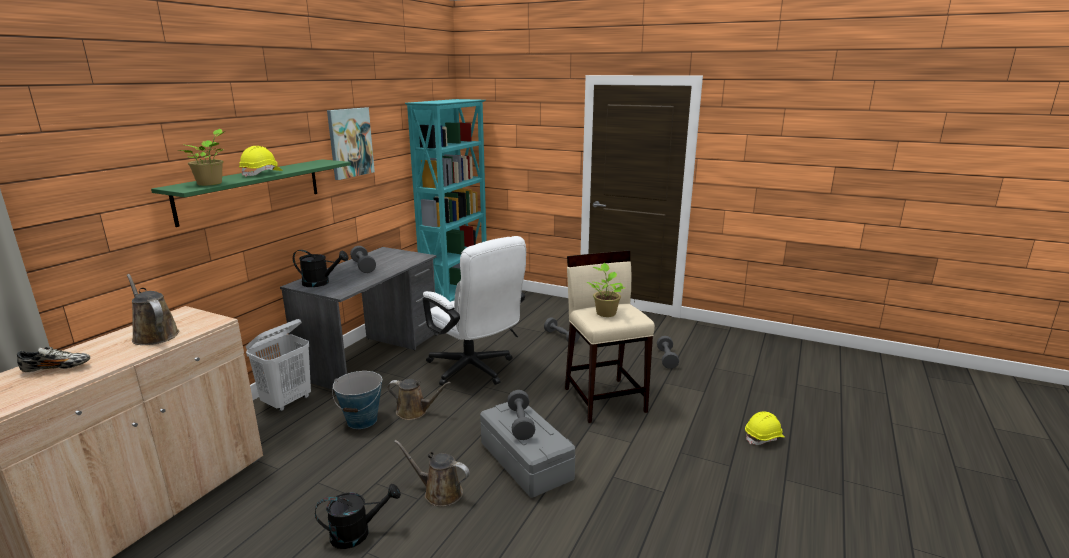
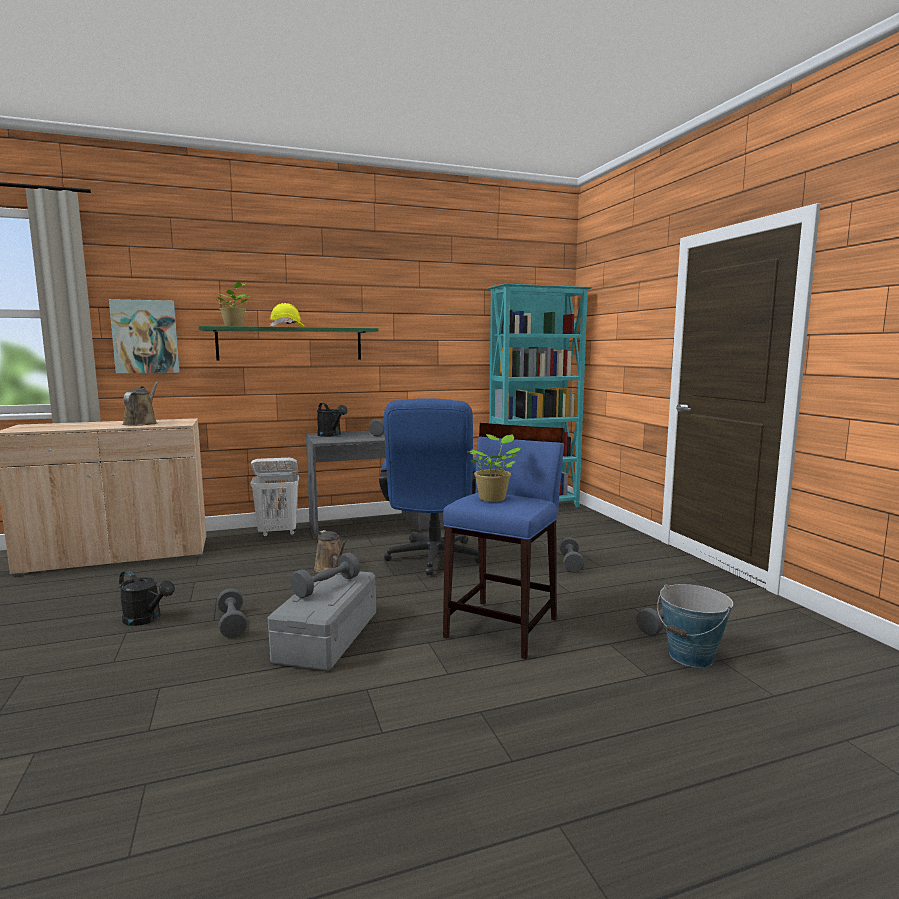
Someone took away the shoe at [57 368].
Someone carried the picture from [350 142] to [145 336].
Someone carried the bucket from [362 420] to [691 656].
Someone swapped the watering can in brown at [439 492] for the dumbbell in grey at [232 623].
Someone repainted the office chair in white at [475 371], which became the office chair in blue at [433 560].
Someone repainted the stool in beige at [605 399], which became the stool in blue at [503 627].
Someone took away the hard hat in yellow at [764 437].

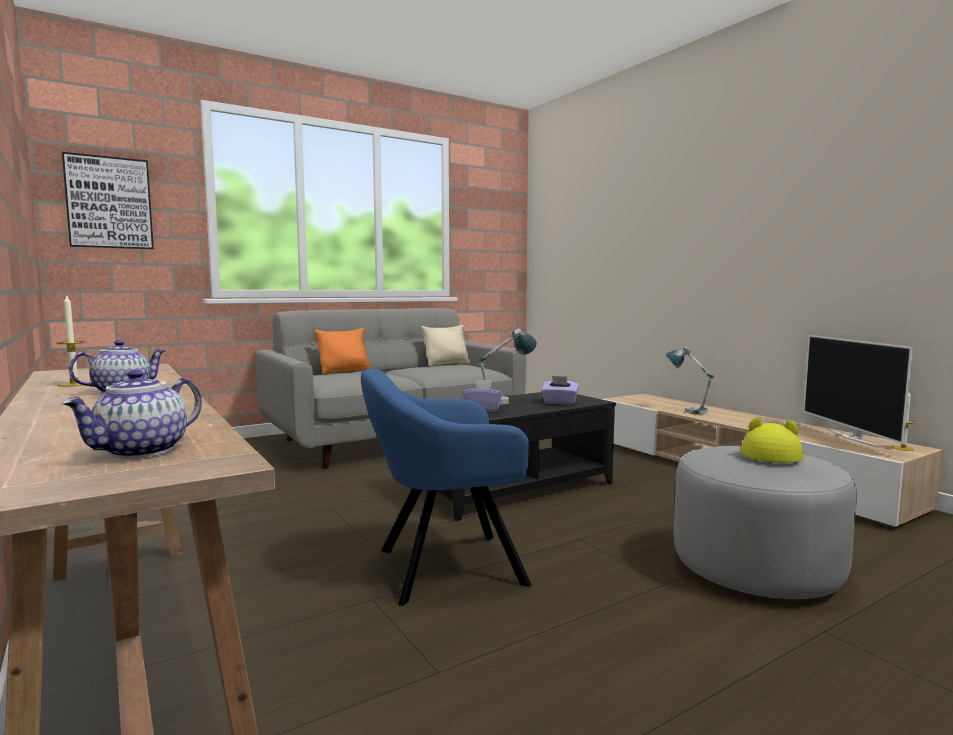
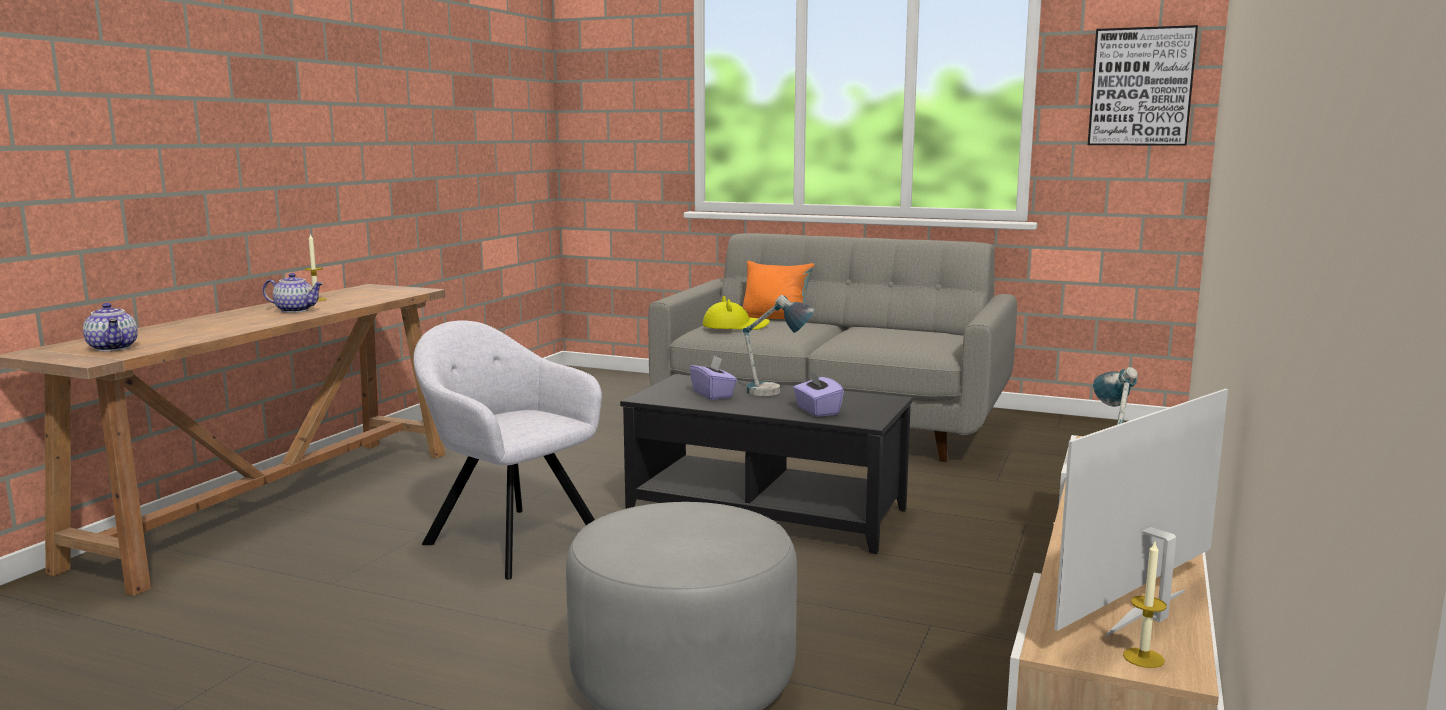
Someone rotated the teapot at [142 452] by 120 degrees counterclockwise.
Someone carried the picture from [109 203] to [1141 87].
Someone repainted the armchair in blue at [444 567], which became the armchair in grey at [509 538].
Someone took away the pillow in beige at [447 364].
Someone carried the hat in yellow from [769 454] to [735 327].

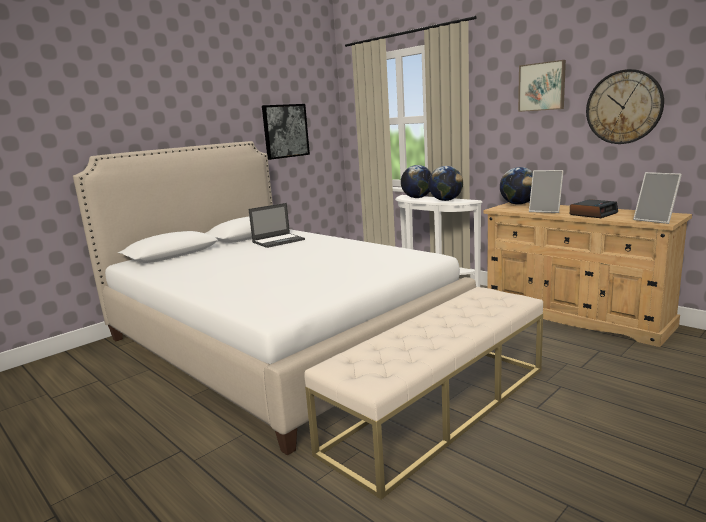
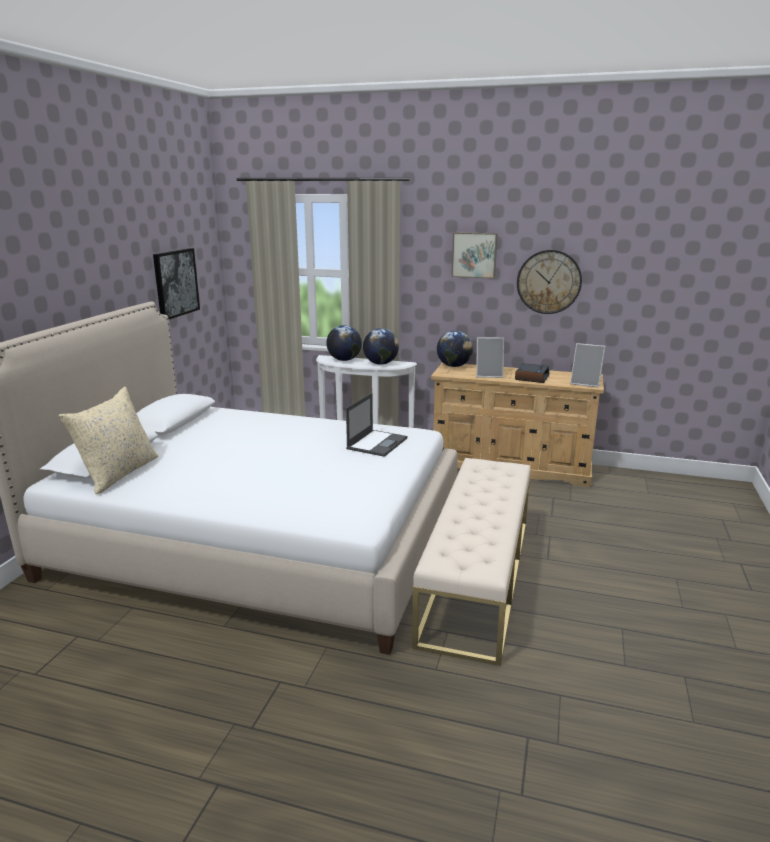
Someone carried the laptop from [279 241] to [377 443].
Someone put down the pillow in beige at [118 474].

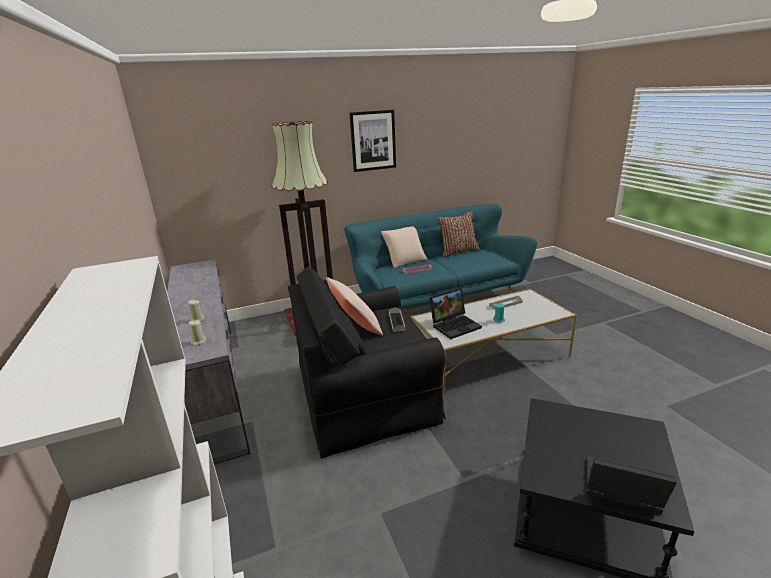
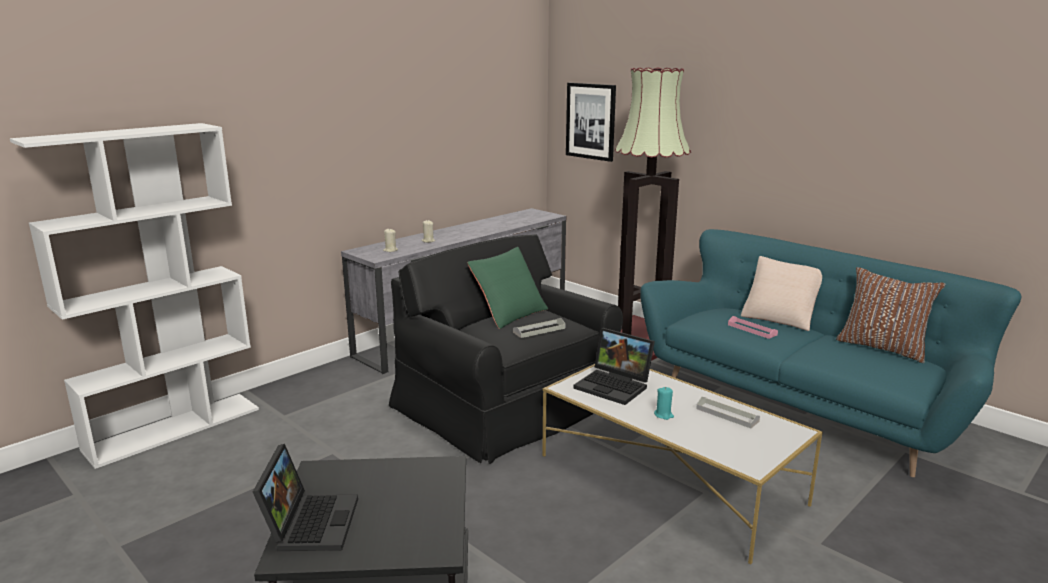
Someone repainted the pillow in beige at [355 327], which became the pillow in green at [509 314].
Someone carried the picture from [373 140] to [591 121].

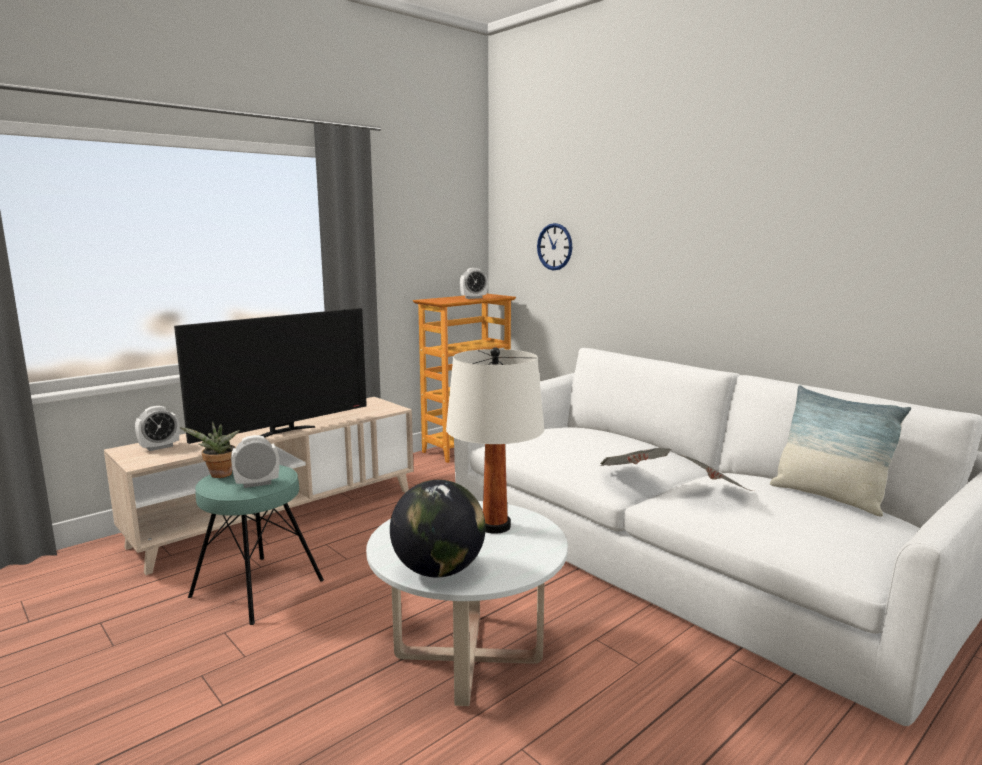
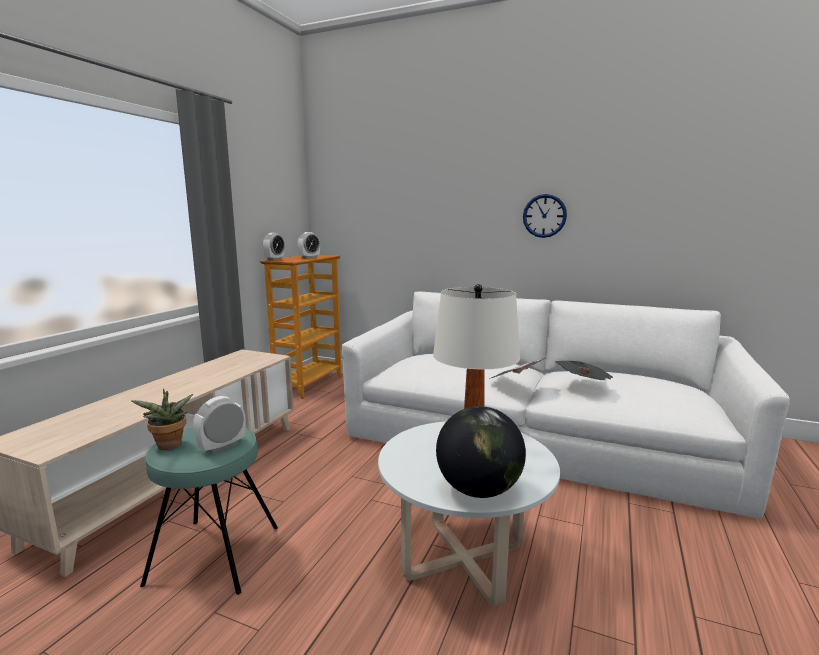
Someone carried the alarm clock from [159 447] to [274 259].
Someone took away the television at [284 432].
Someone carried the wall clock from [554 247] to [544 216].
Someone took away the pillow at [828 497].

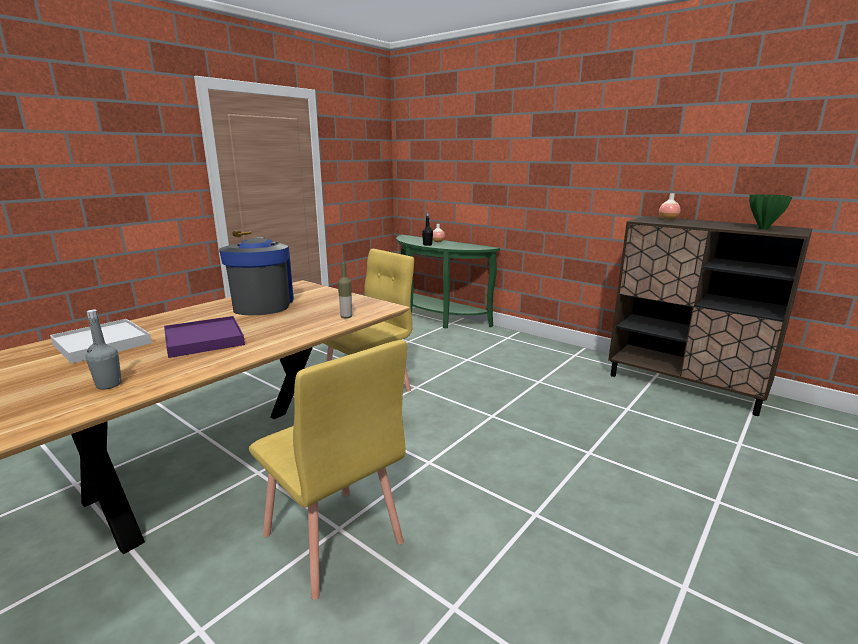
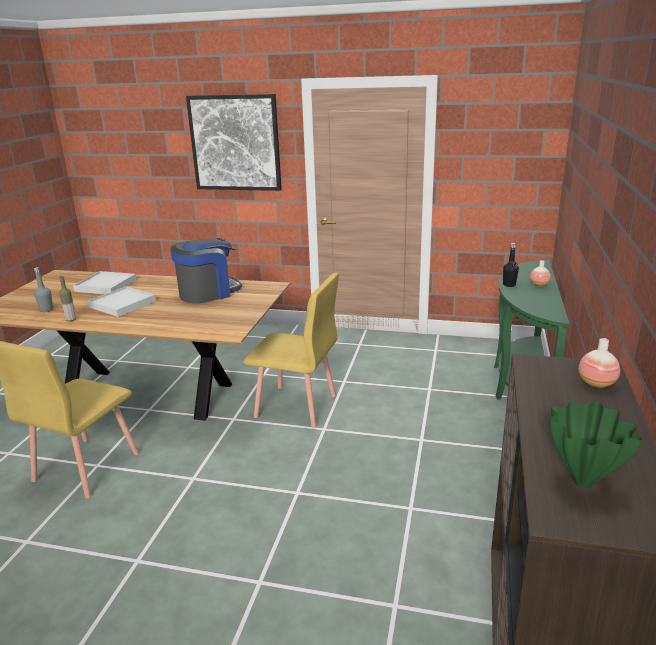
Someone repainted the tray in purple at [204 340], which became the tray in white at [122 304].
Someone carried the bottle from [346 317] to [71 320].
Someone put up the picture at [235 143].

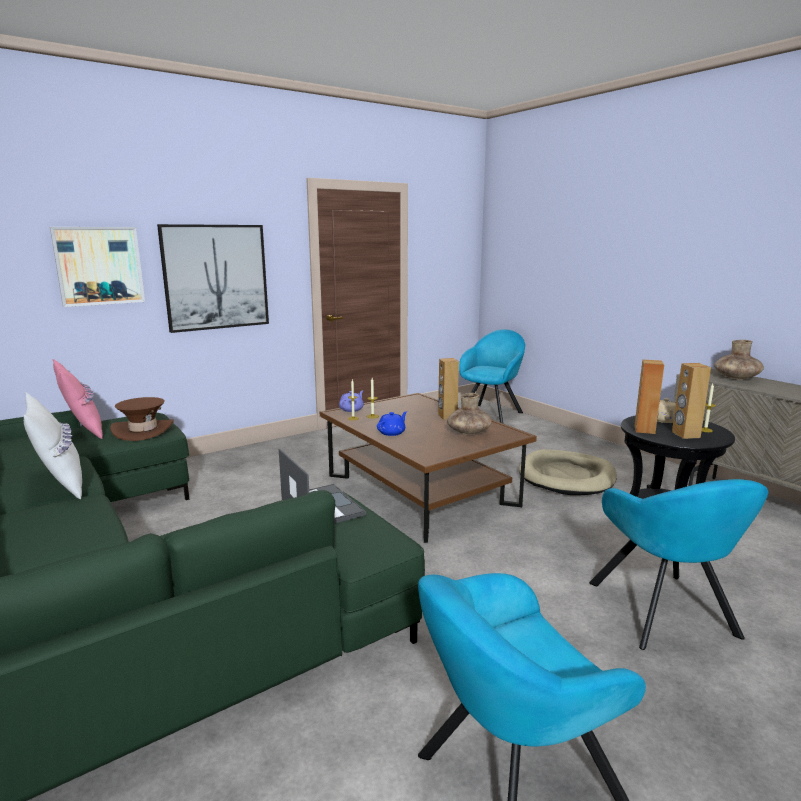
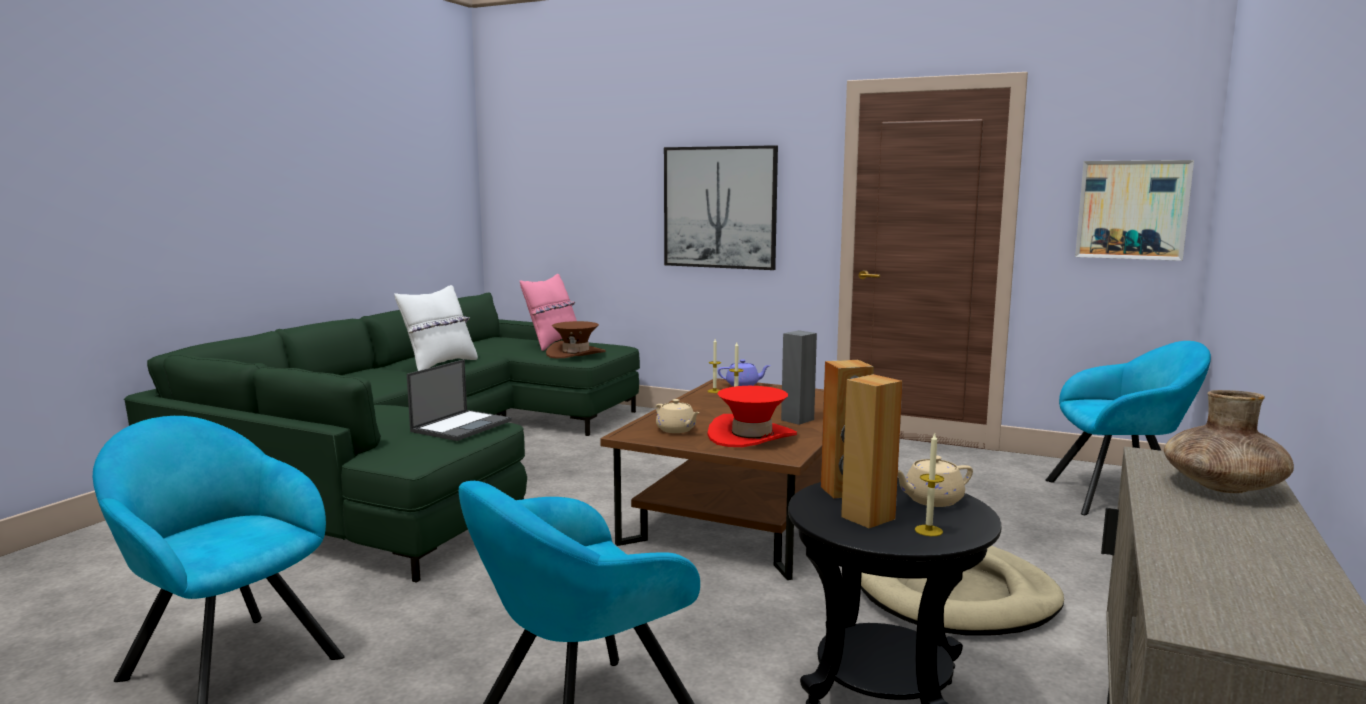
Someone carried the picture from [99 266] to [1132 210].
Someone took away the teapot in blue at [392 432].
Someone repainted the speaker in brown at [447 416], which became the speaker in grey at [797 420].
Someone swapped the vase in brown at [468 432] for the hat in red at [752 436].
Someone put down the teapot in beige at [676 430].

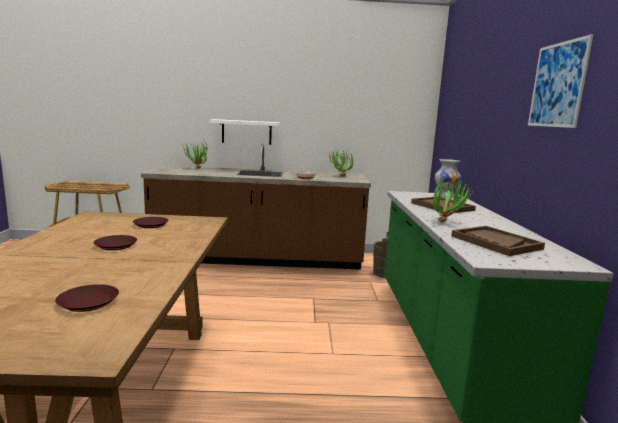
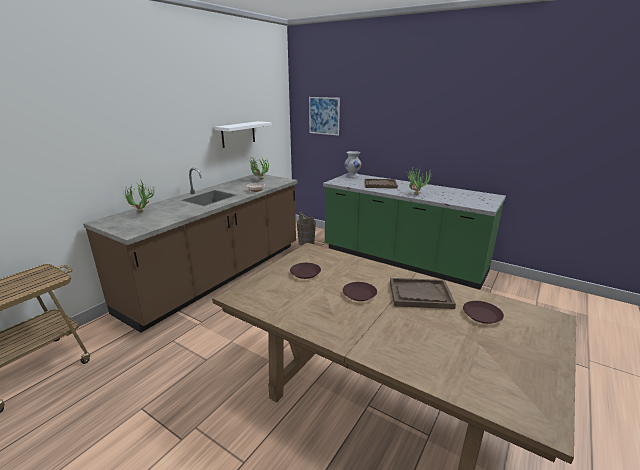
Someone carried the shelf in white from [246 132] to [238 134].
Someone carried the tray in brown from [495 242] to [420 295].
Someone carried the picture from [557 85] to [324 116].

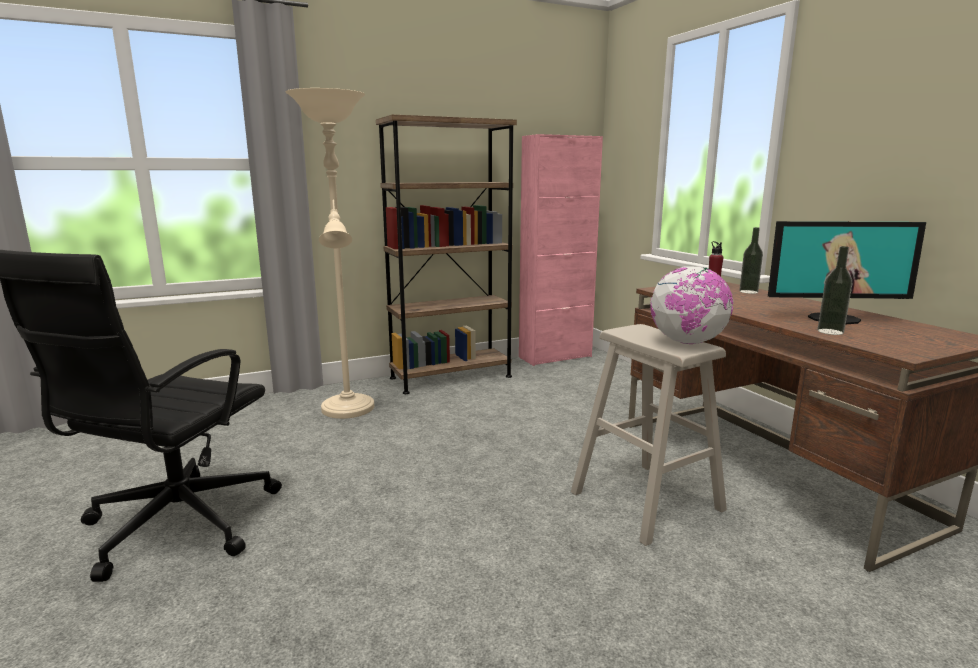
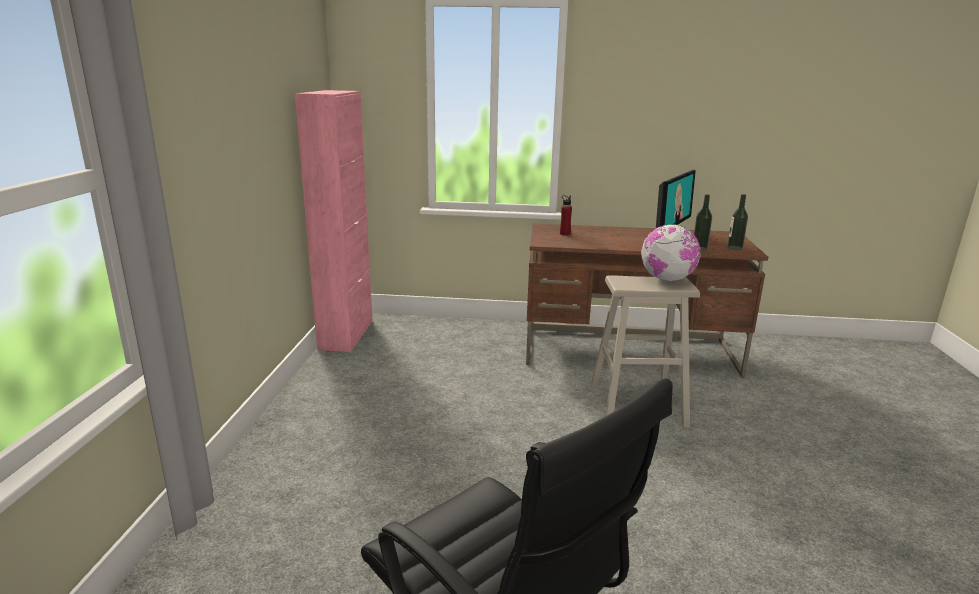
Someone took away the floor lamp in beige at [348 411].
Someone took away the bookcase in brown at [451 377].
Someone carried the bottle from [748 292] to [734 248].

